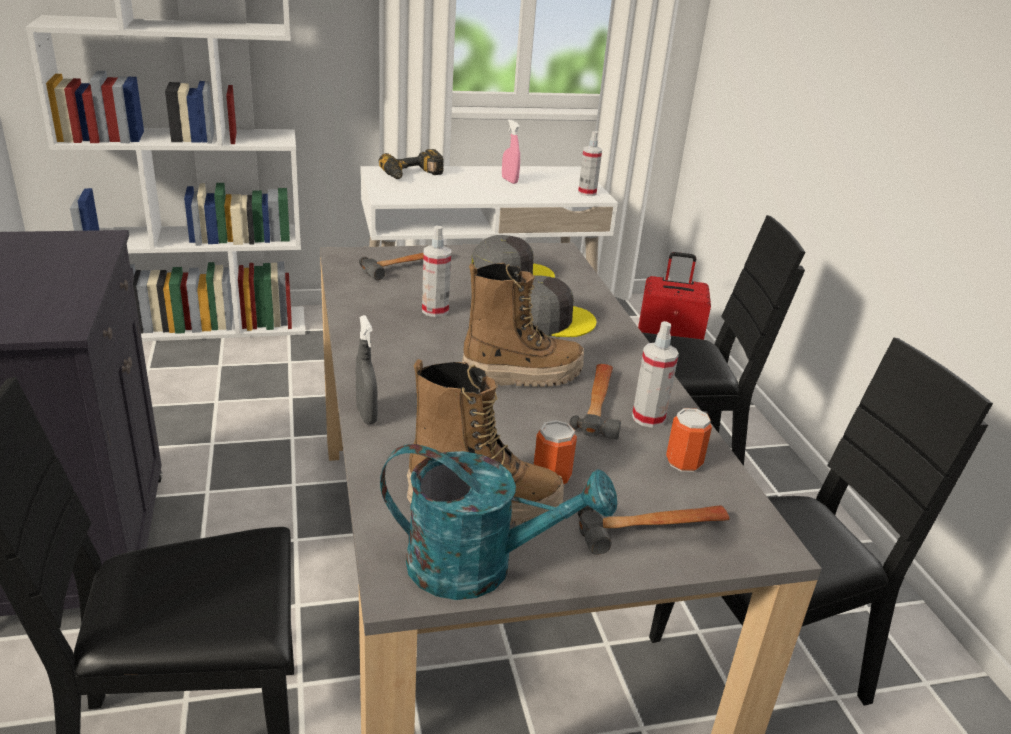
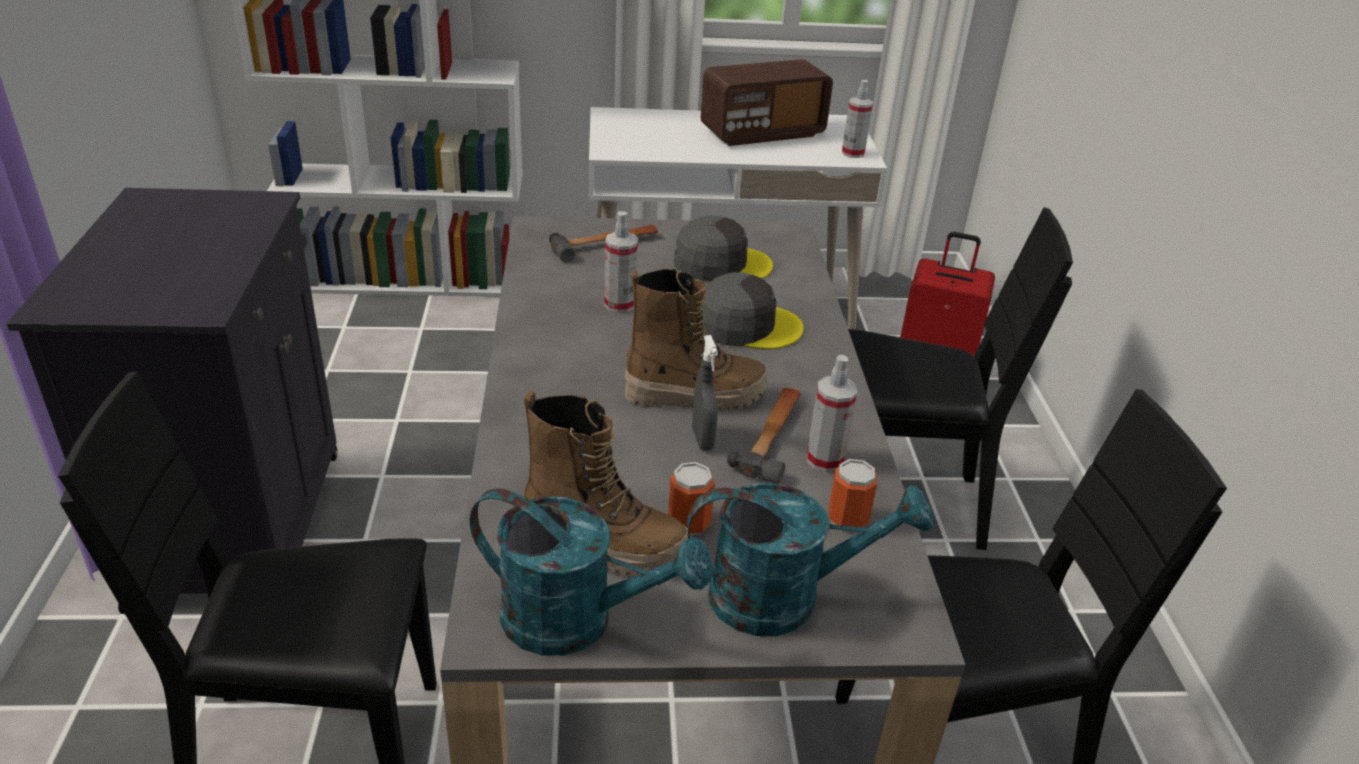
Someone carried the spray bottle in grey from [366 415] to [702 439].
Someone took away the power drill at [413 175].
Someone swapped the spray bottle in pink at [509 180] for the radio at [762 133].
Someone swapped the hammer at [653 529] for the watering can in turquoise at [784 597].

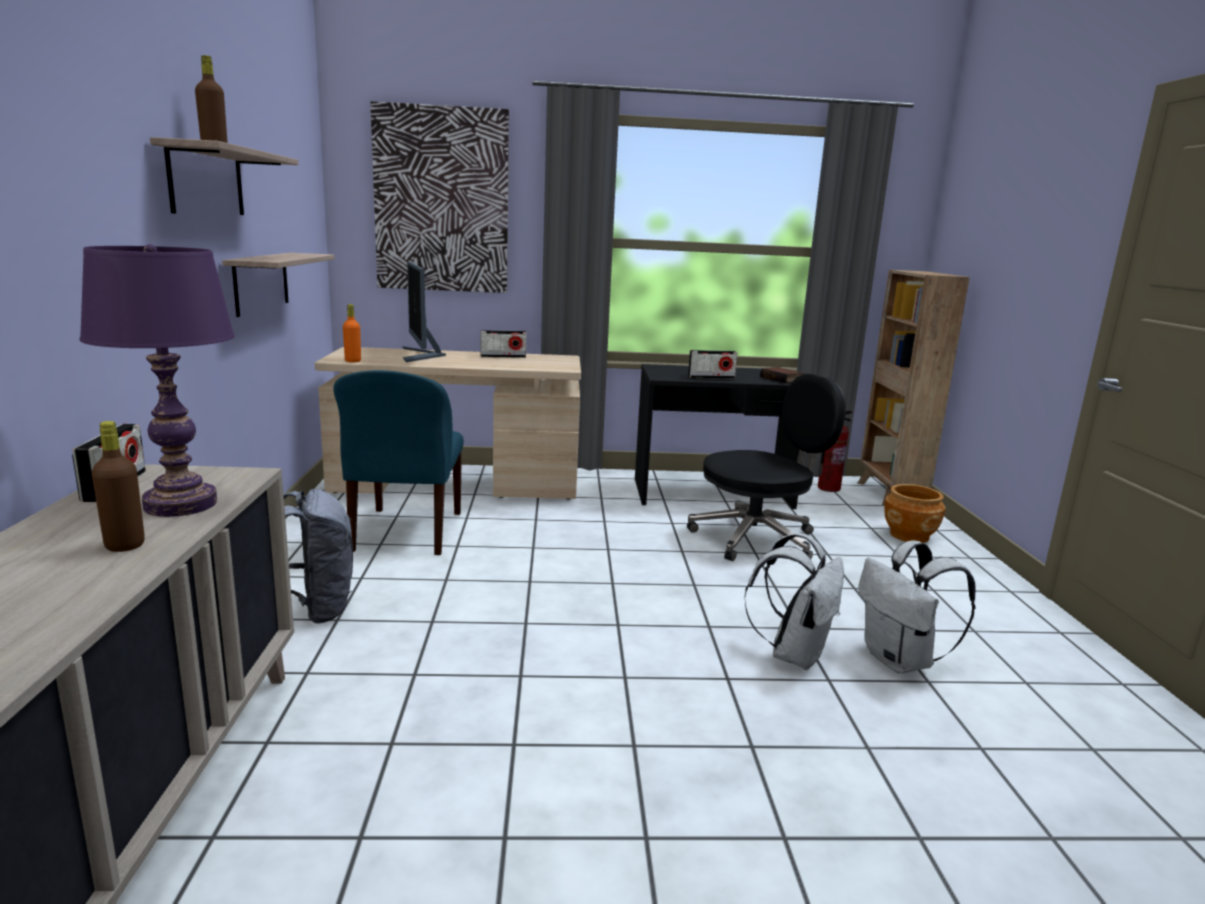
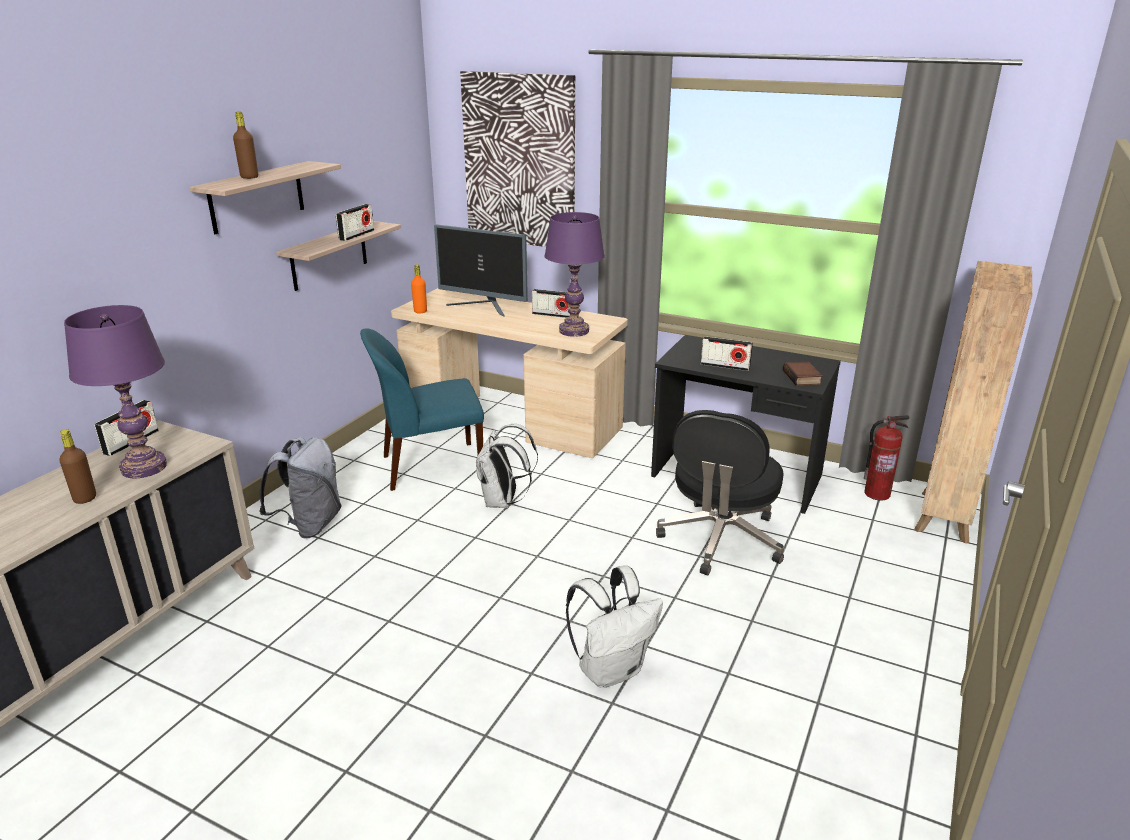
Someone rotated the chair in blue at [406 533] by 45 degrees clockwise.
Someone rotated the monitor at [421 355] by 75 degrees counterclockwise.
Someone rotated the office chair in black at [757 538] by 105 degrees clockwise.
Someone carried the backpack in white from [900 661] to [503 502].
Someone took away the planter in brown at [909 536].
Someone put down the radio at [356 235].
Someone put down the table lamp in purple at [574 331].

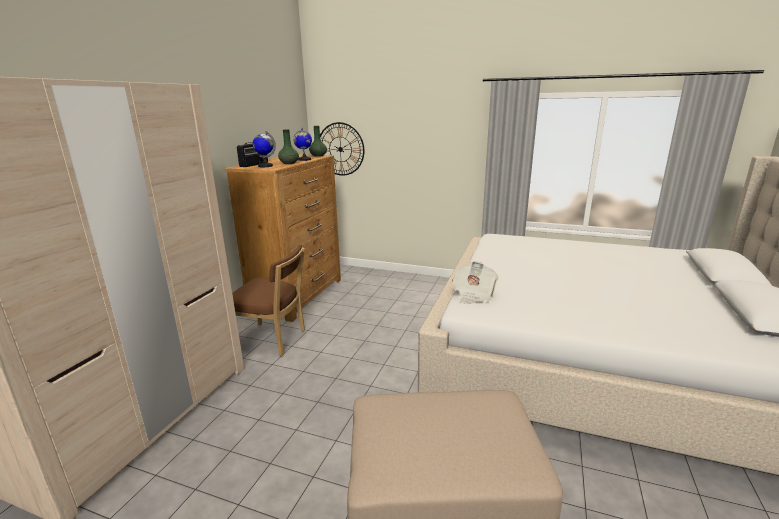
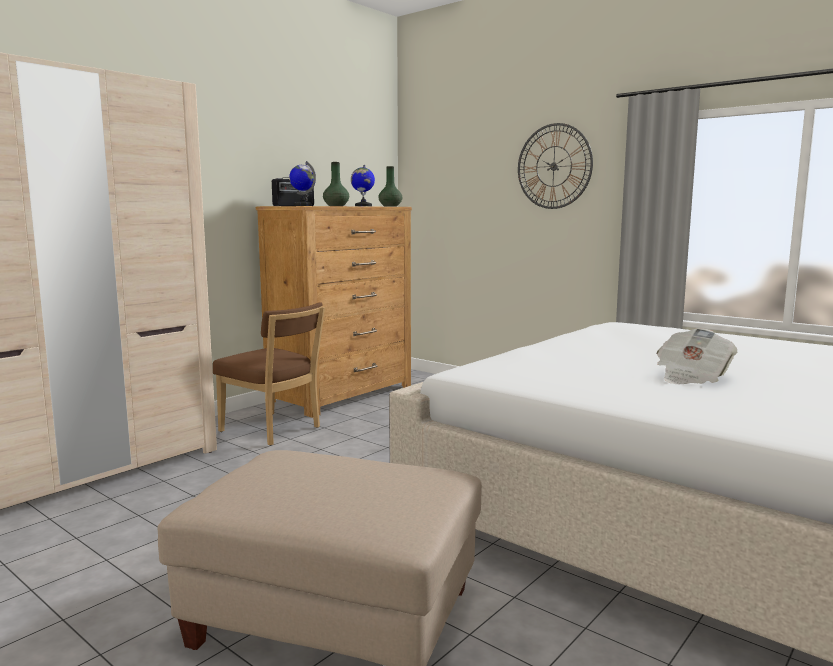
Someone carried the wall clock from [340 149] to [554 166].
Someone carried the newspaper from [473 294] to [691 377].

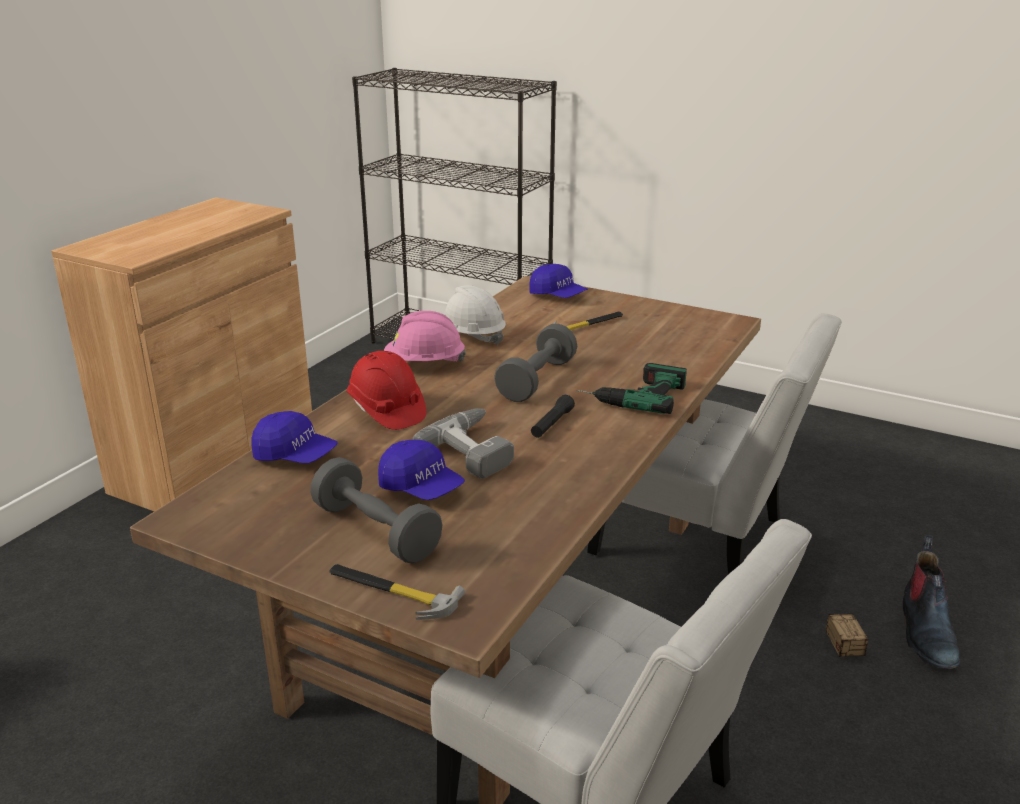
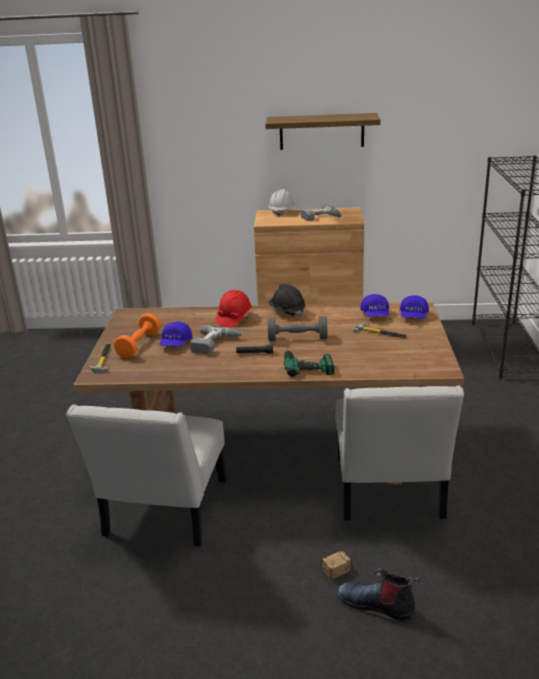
Someone carried the cap in blue from [295 456] to [375 314].
Someone repainted the dumbbell in grey at [376 531], which became the dumbbell in orange at [139 345].
Someone repainted the hard hat in pink at [424 364], which became the hard hat in black at [287 311].
Someone carried the hard hat in white from [471 336] to [282 212].
Someone rotated the boot at [925 632] by 45 degrees clockwise.
Someone put up the shelf at [321 131].
Someone put down the power drill at [321 218].

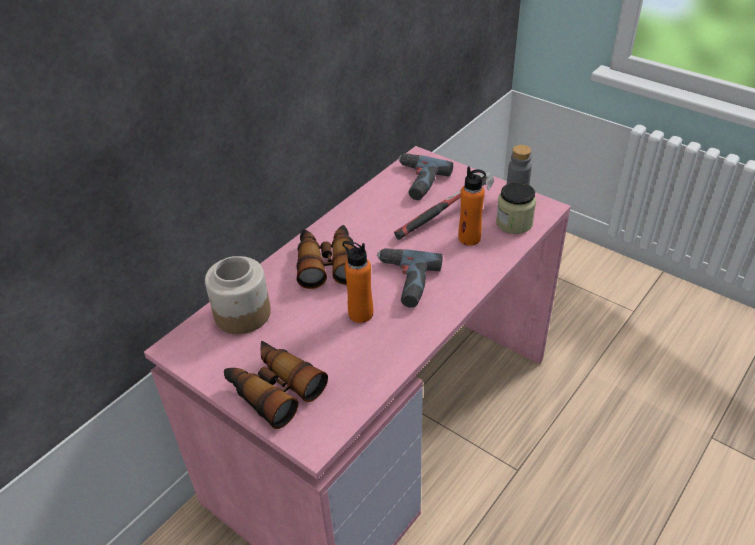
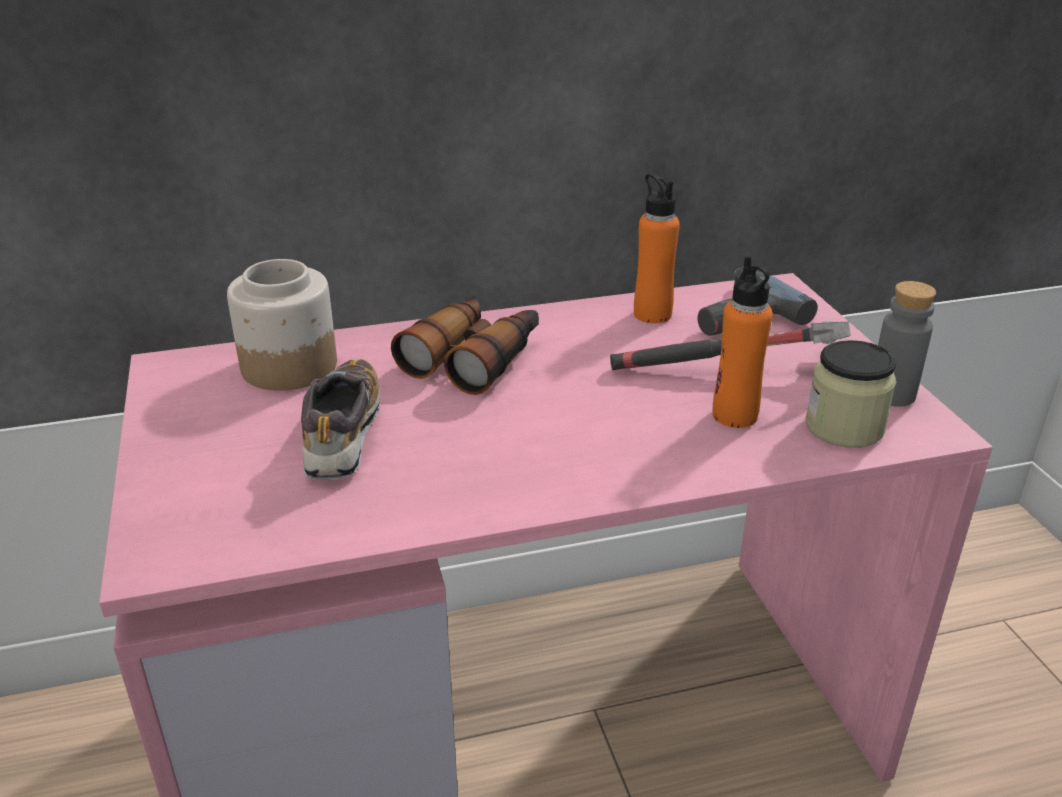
Someone took away the binoculars at [273 389].
Someone carried the bottle in orange from [360 313] to [652 314].
Someone took away the power drill at [403 282].
Someone put down the shoe at [343 435].

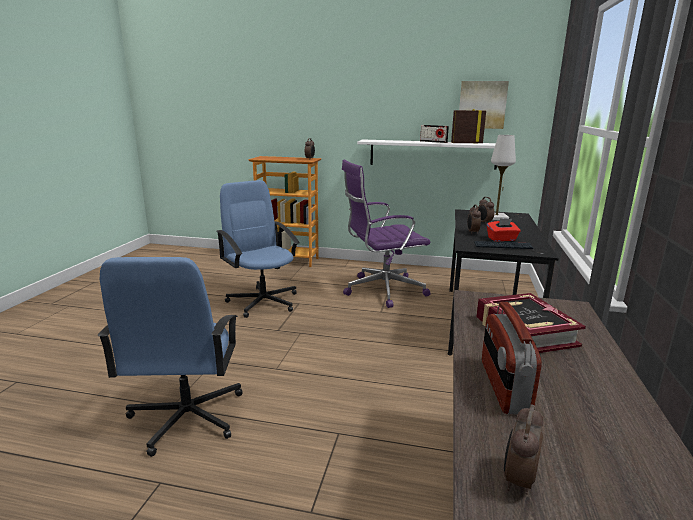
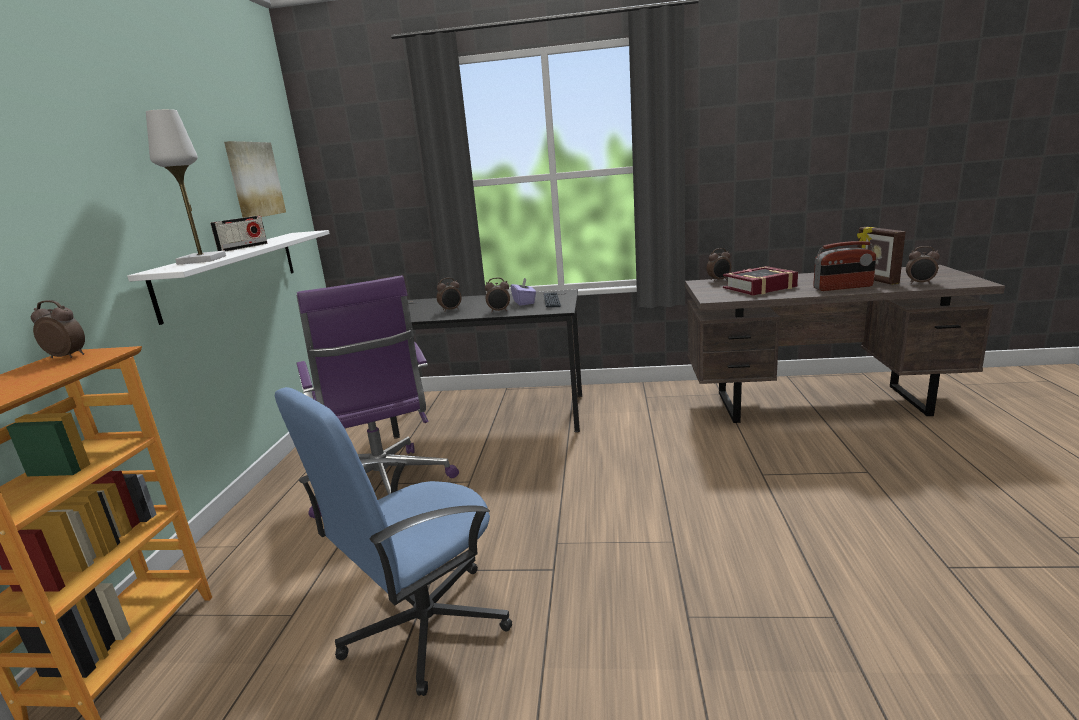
Someone took away the office chair in blue at [186 417].
Someone carried the picture frame from [466 143] to [875 280].
Someone repainted the tissue box in red at [502 239], which became the tissue box in purple at [524 302].
Someone carried the table lamp in white from [496 218] to [202 260].
Someone put down the alarm clock at [719 280].

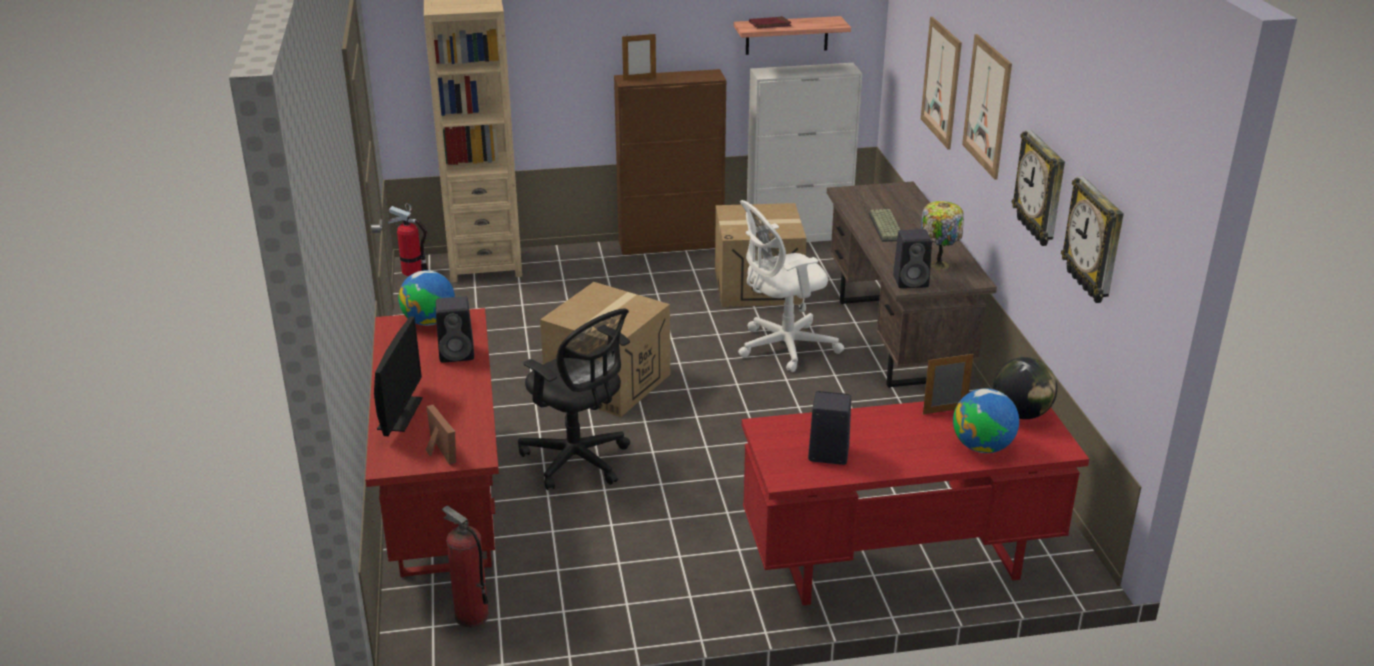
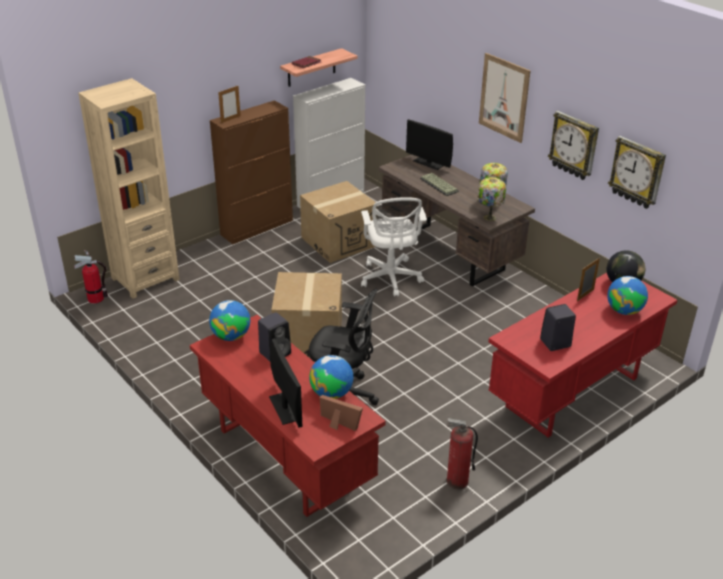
Someone carried the fire extinguisher from [471 615] to [457 481].
Someone rotated the office chair in white at [782 347] by 45 degrees counterclockwise.
Someone swapped the speaker in black at [912 281] for the table lamp at [488 218].
Someone took away the picture at [941 82].
Someone put down the globe at [331 393].
Someone put down the monitor at [428 163].

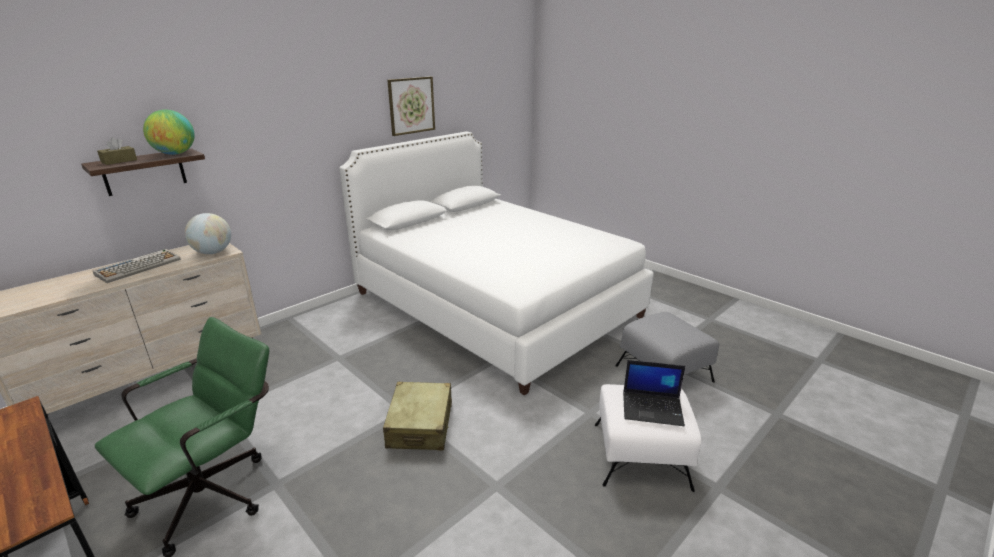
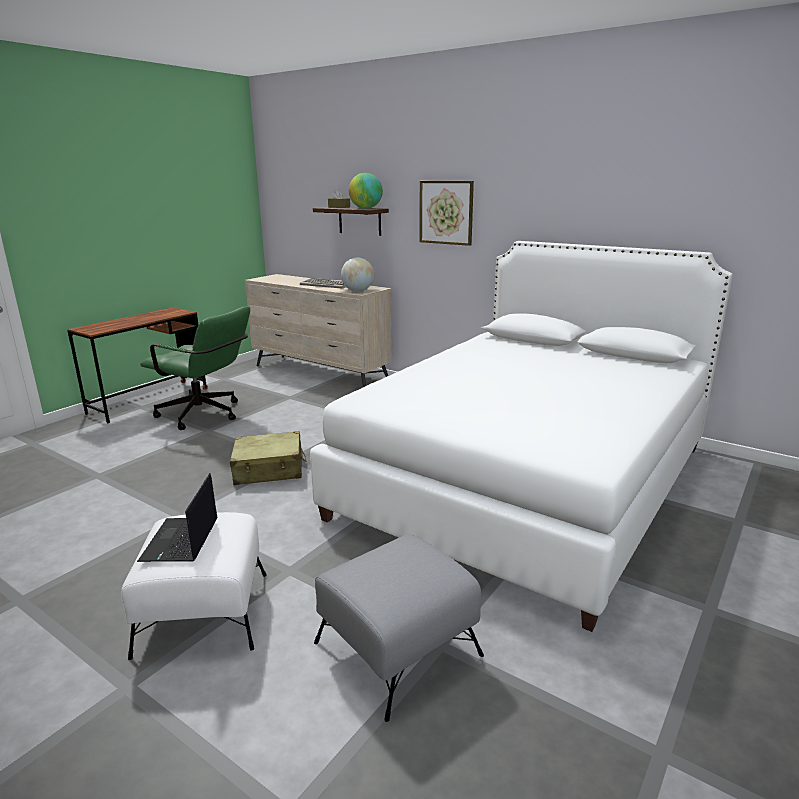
Someone carried the picture from [411 105] to [446 212].

